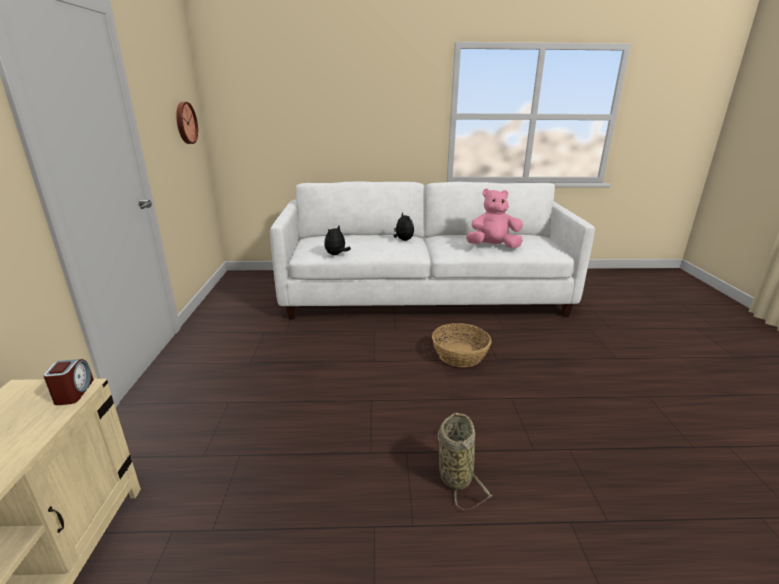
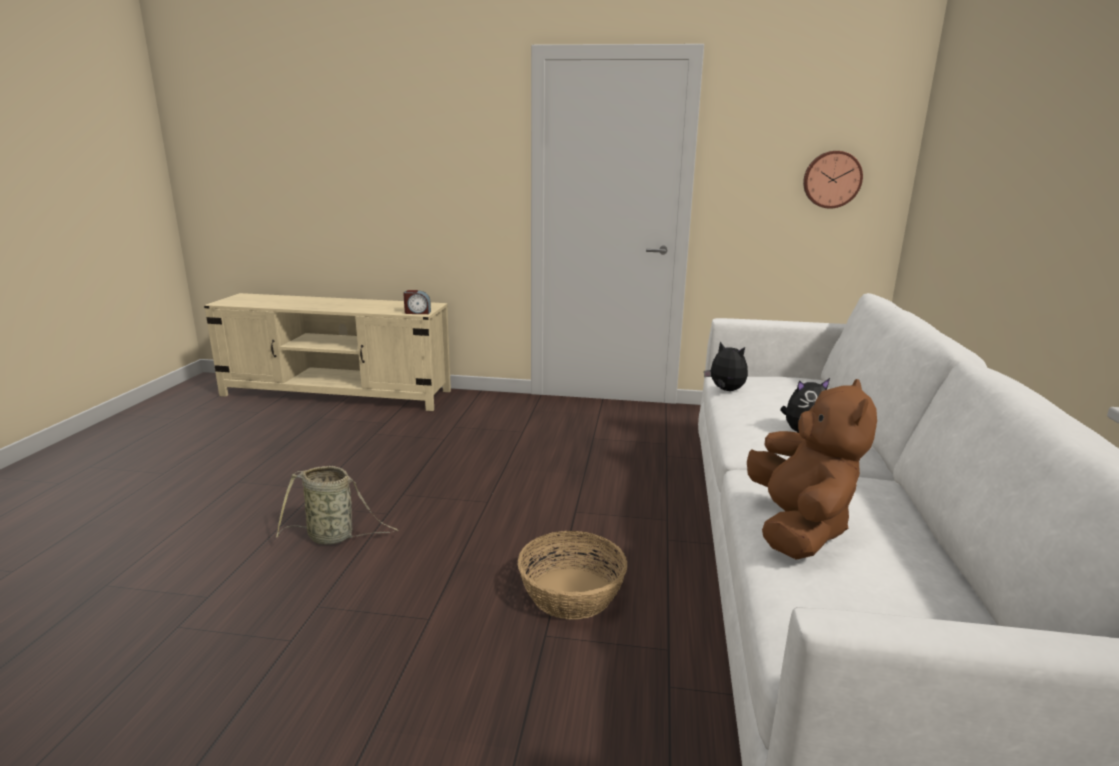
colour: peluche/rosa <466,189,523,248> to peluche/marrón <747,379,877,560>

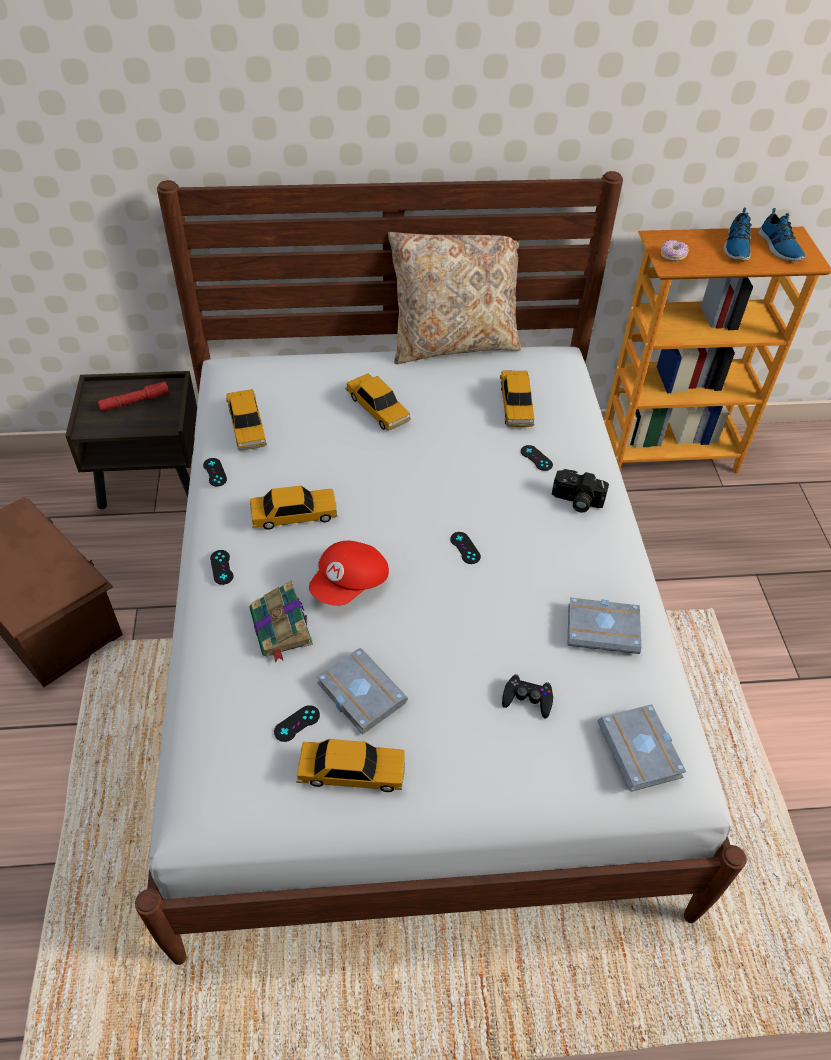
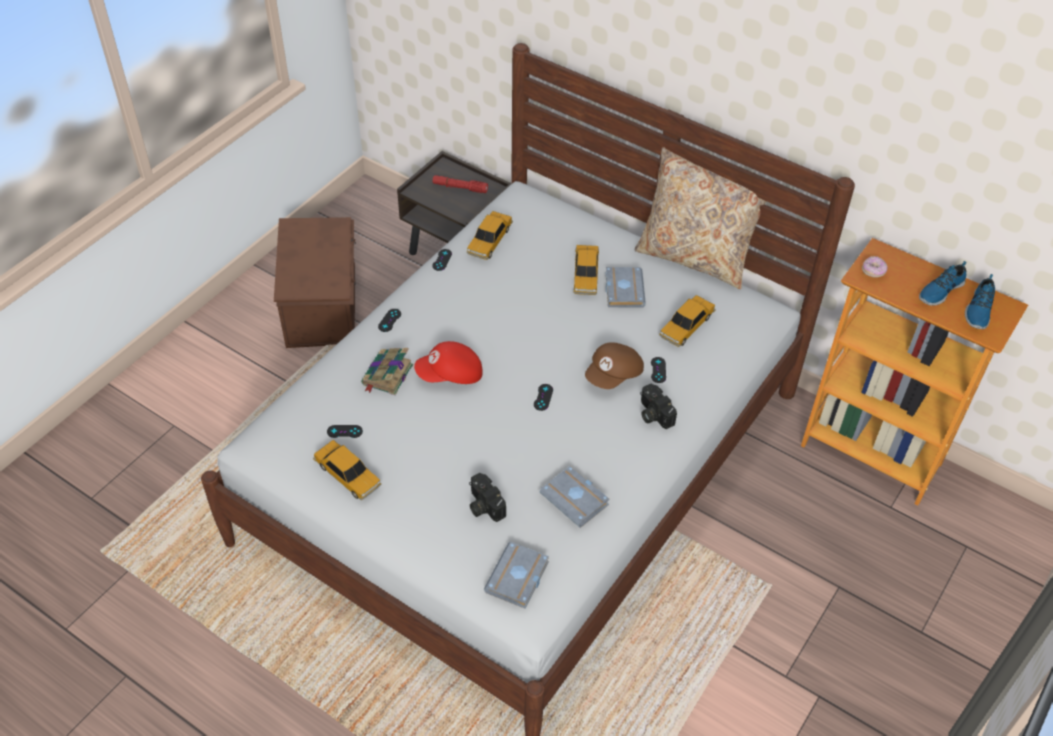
missing: coche de juguete <250,486,337,530>
appeared: gorra/marrón <585,342,644,389>
relocated: libro/gris <317,648,408,735> to <606,267,646,308>
exchanged: mando de consola/negro <502,674,553,718> to cámara <469,473,506,522>

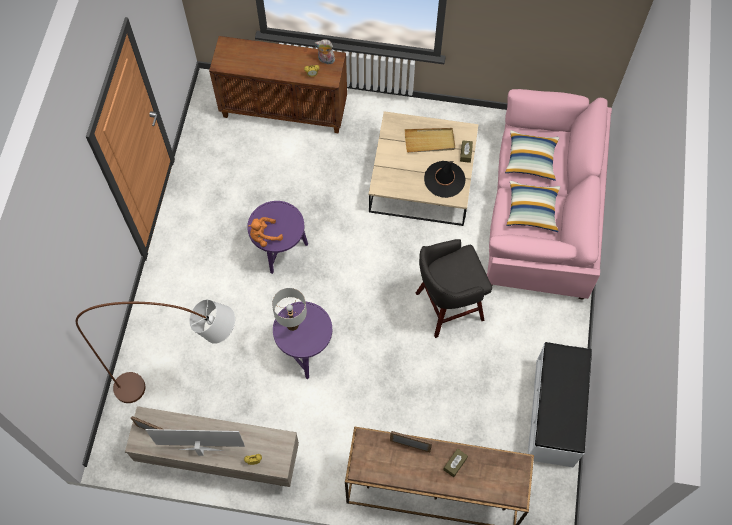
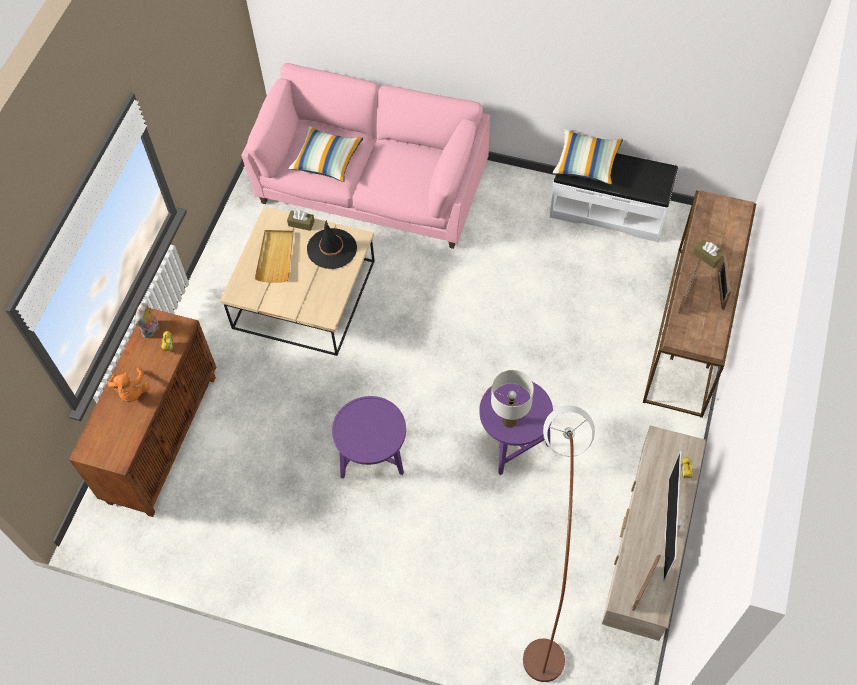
missing: taburete/gris <416,239,492,338>
appeared: portarretratos <717,252,731,310>
relocated: cojín <506,181,560,232> to <553,129,623,185>; peluche/naranja <248,217,283,247> to <108,368,150,402>

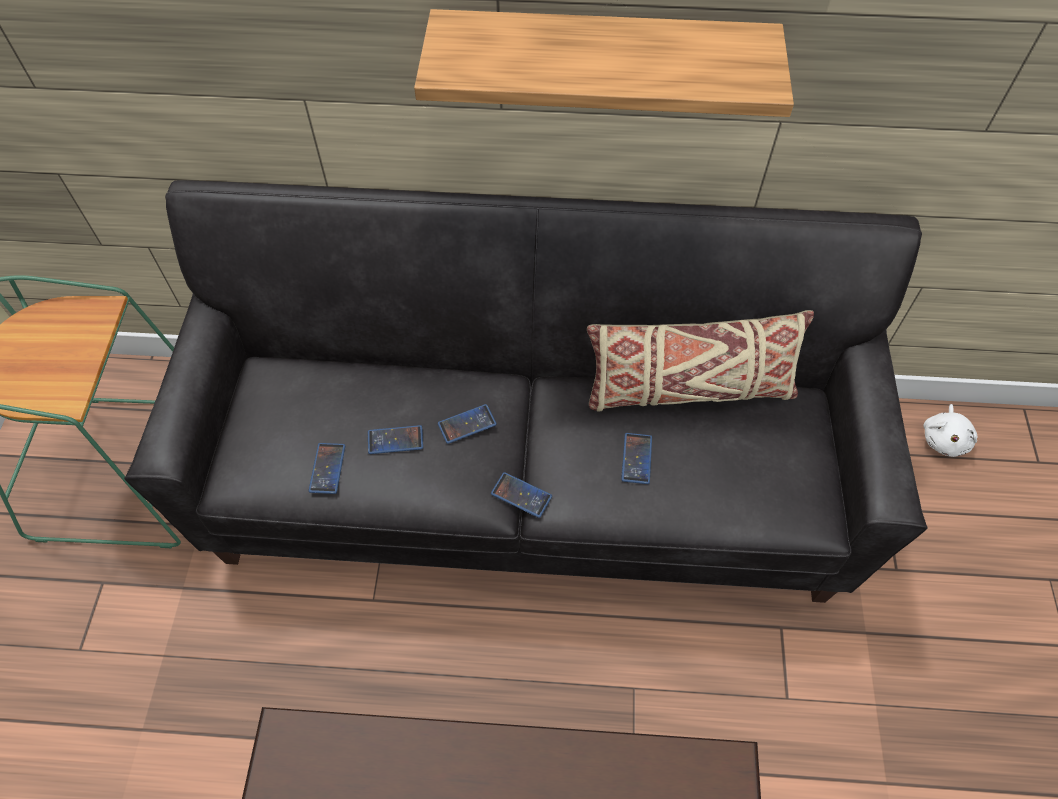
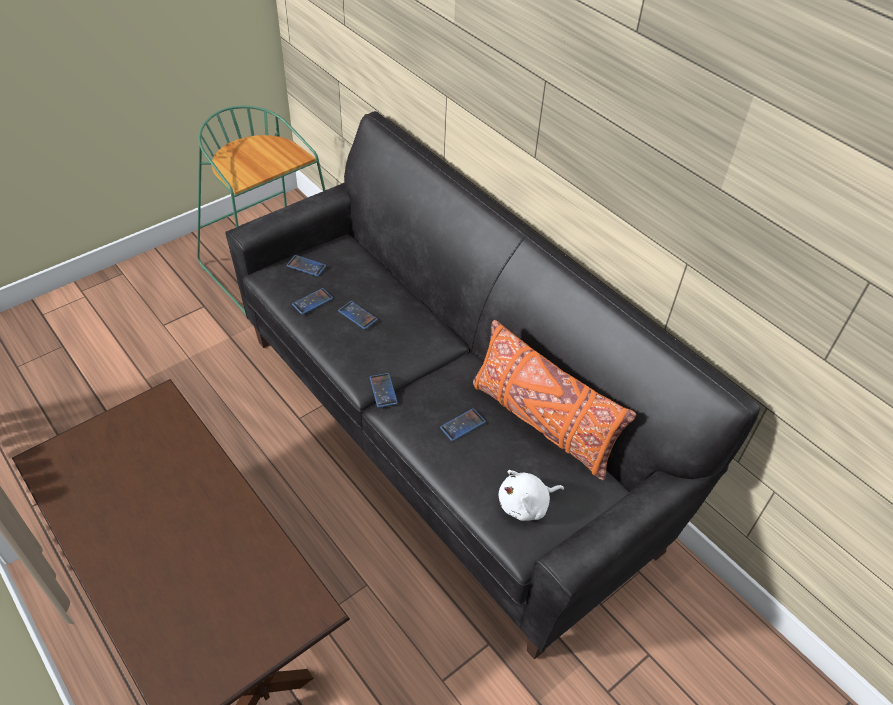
missing: estante <414,9,794,117>
relocated: móvil <438,404,497,444> to <286,255,326,277>; peluche/blanco <923,404,978,457> to <499,470,564,521>
colour: cojín/beis <587,310,814,412> to cojín/naranja <473,320,636,481>

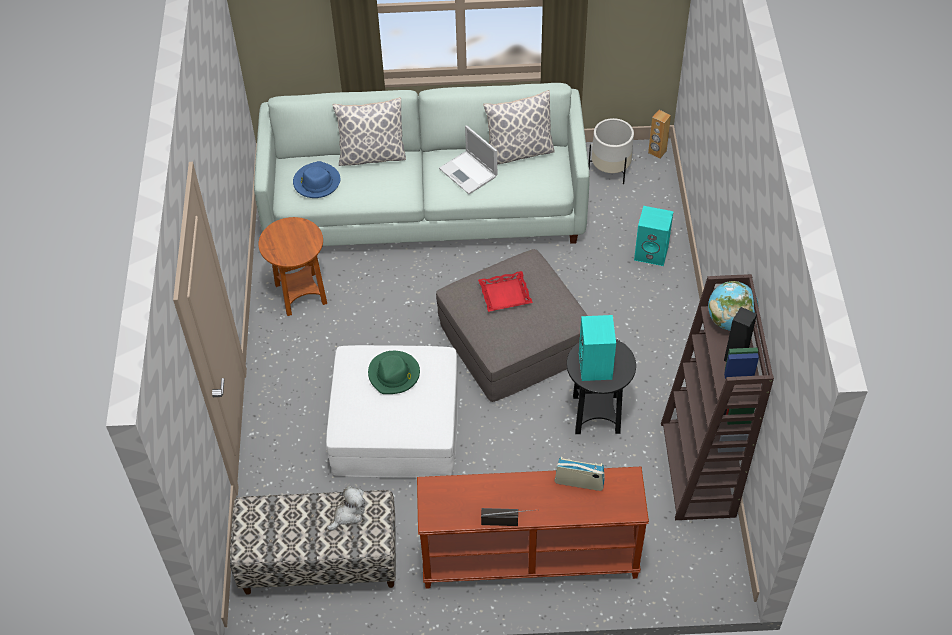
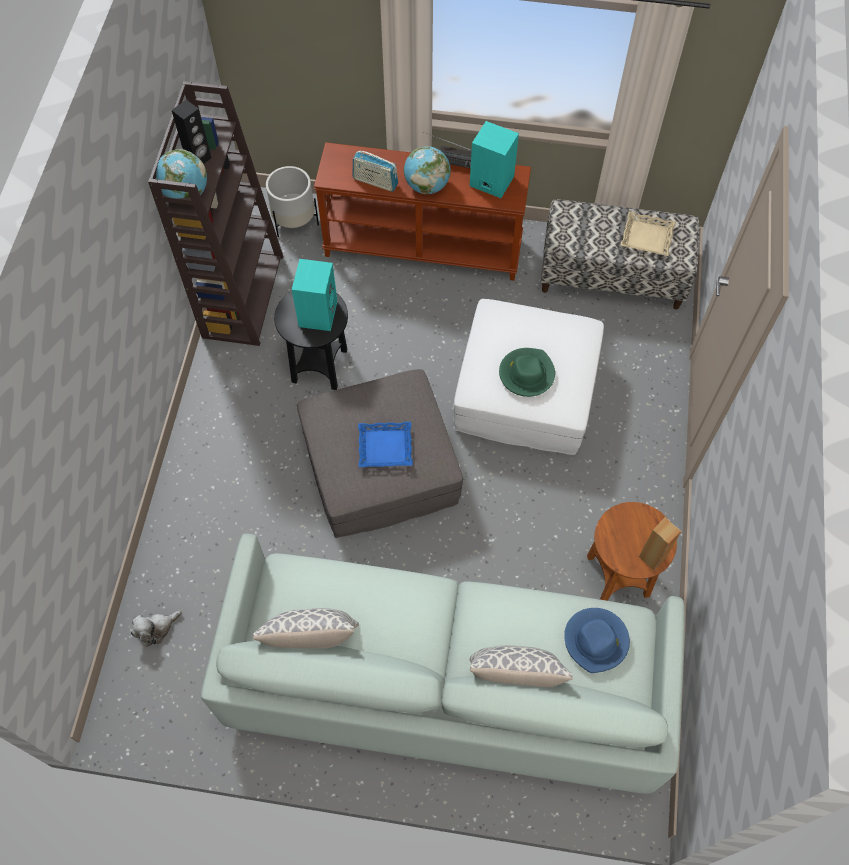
missing: portátil <439,125,497,194>
appeared: globo terráqueo <404,146,451,194>; bandeja/beis <621,211,676,256>
relocated: altavoz/marrón <648,110,671,159> to <639,517,681,570>; maceta/blanco <589,118,634,184> to <266,166,319,238>; altavoz/turquesa <634,206,674,266> to <470,121,519,198>; peluche <327,486,365,531> to <131,611,182,647>
colour: bandeja/rojo <478,271,533,312> to bandeja/azul <358,422,413,467>

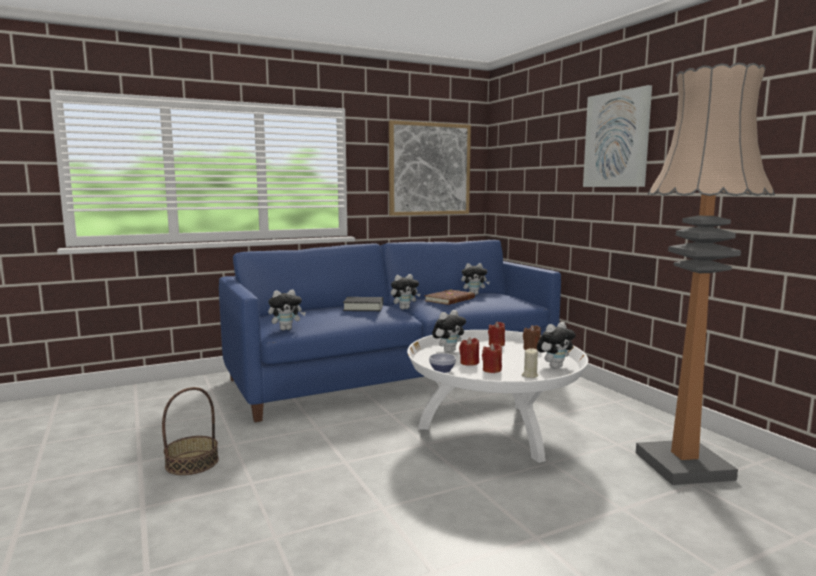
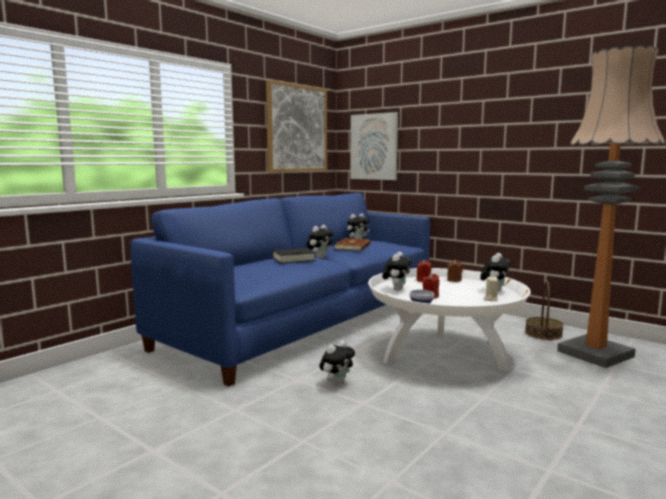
missing: vela/rojo <482,343,502,373>
relocated: cuadro <583,85,652,187> to <350,112,398,180>; peluche <268,290,306,331> to <320,340,355,386>; cesta <162,387,219,475> to <525,280,564,340>

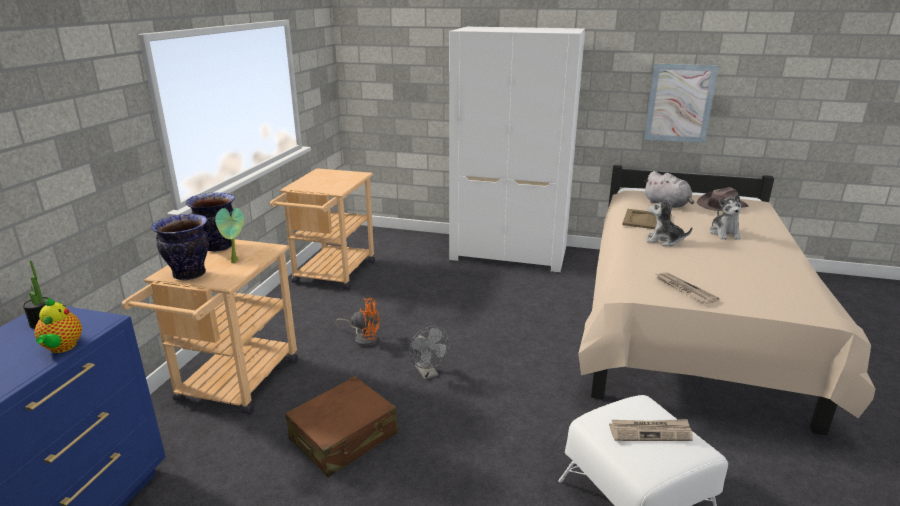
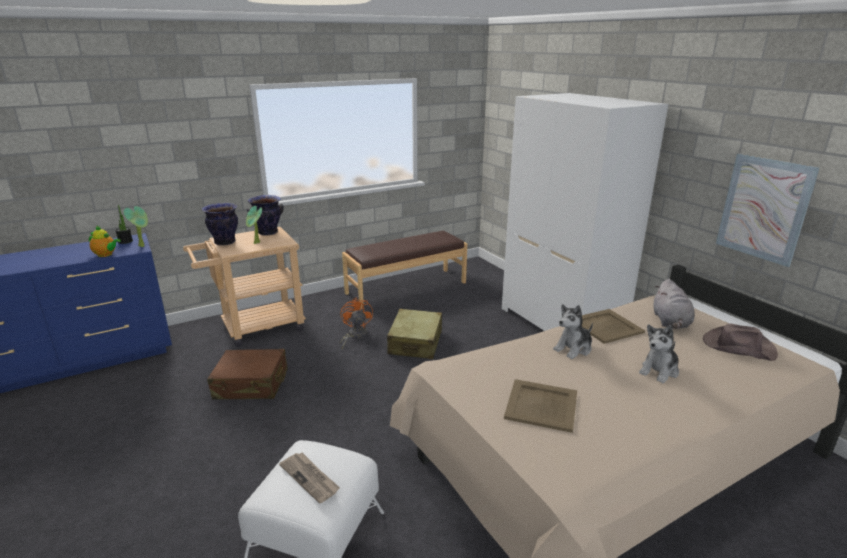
missing: periódico <656,272,719,304>; ventilador/gris <409,326,450,379>
appeared: planta en maceta <124,206,148,247>; maleta/beis <387,309,442,359>; bandeja/beis <504,379,577,433>
exchanged: carrito/beis <270,168,375,290> to banco/marrón <342,231,467,309>
spun: peluche <647,198,692,246> = <553,304,593,359> 105 degrees counterclockwise; tetera <35,298,82,353> = <89,226,121,257> 105 degrees counterclockwise; ventilador/naranja <335,298,380,347> = <340,297,373,349> 150 degrees counterclockwise

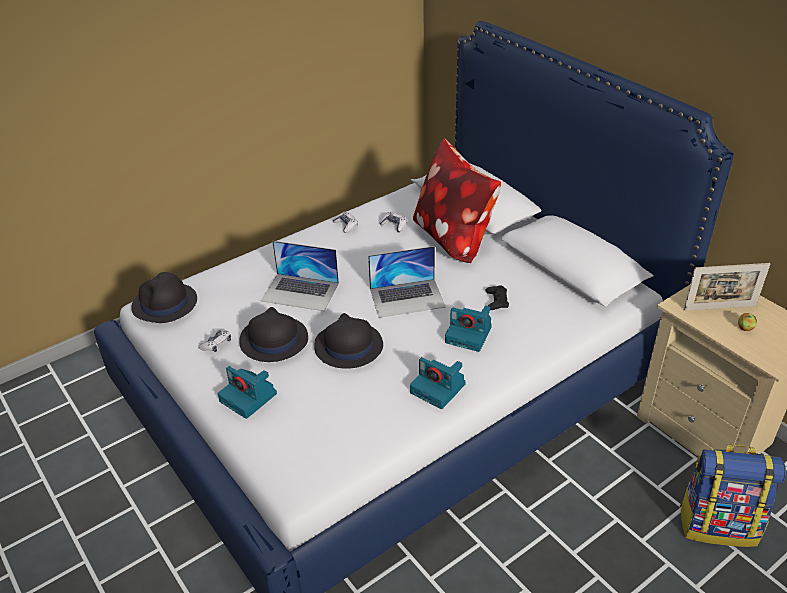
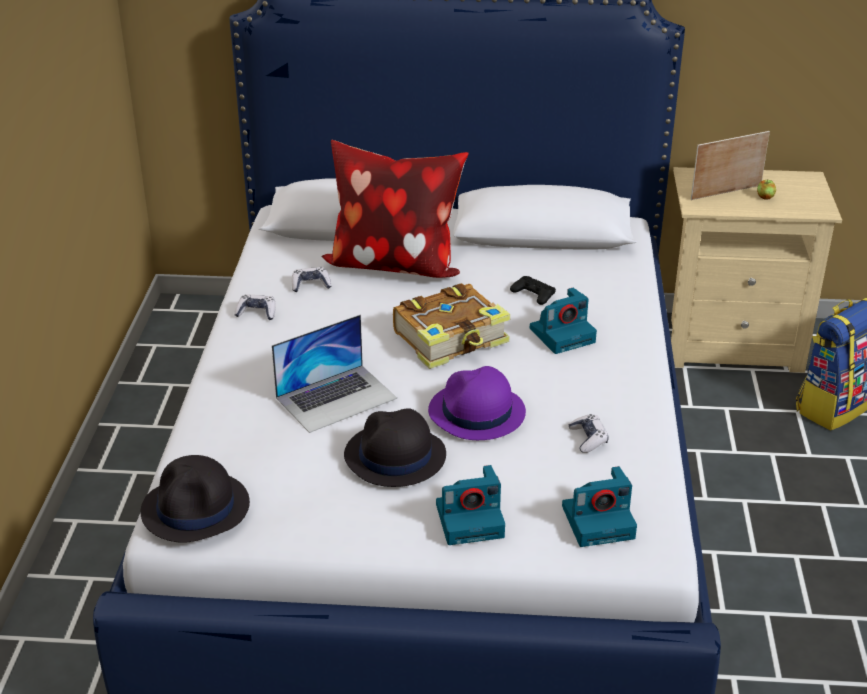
relocated: mando de consola <198,330,231,352> to <568,414,609,453>; cámara <410,357,466,409> to <562,466,637,547>
exchanged: portátil <368,246,446,318> to libro <393,283,510,369>
colour: sombrero/negro <314,313,383,369> to sombrero/morado <428,366,526,440>
spun: portarretratos <684,263,771,311> = <691,131,770,200> 150 degrees counterclockwise

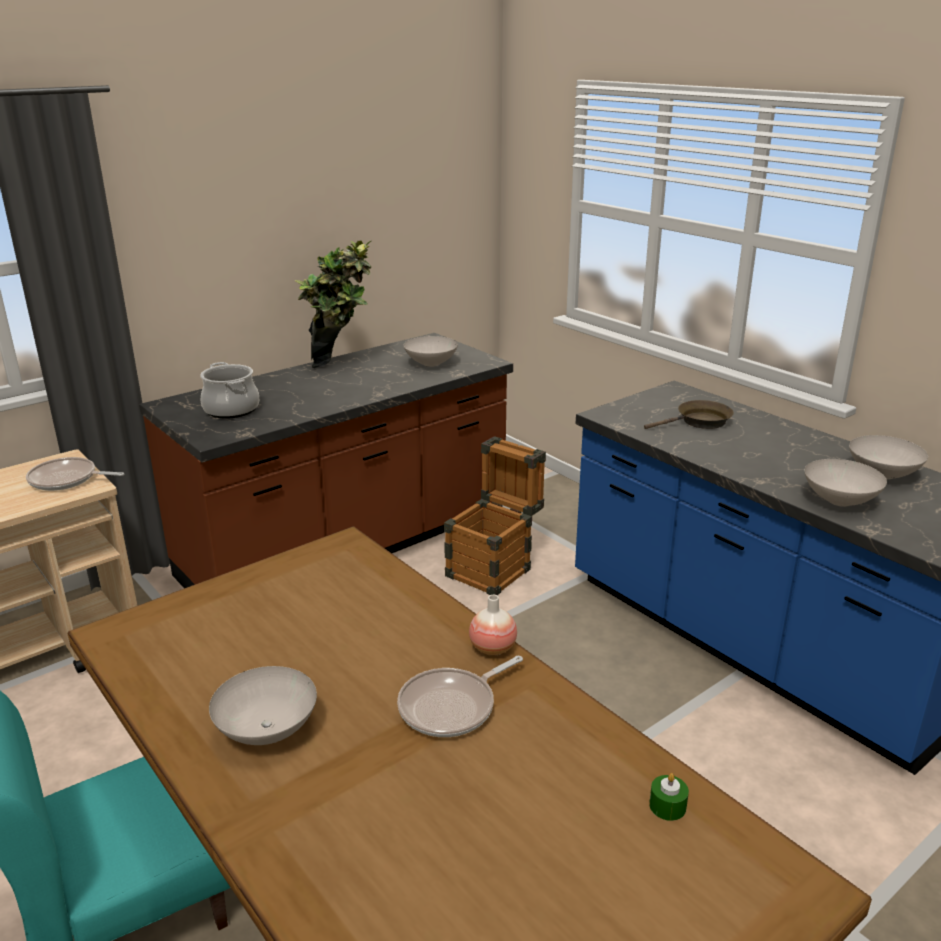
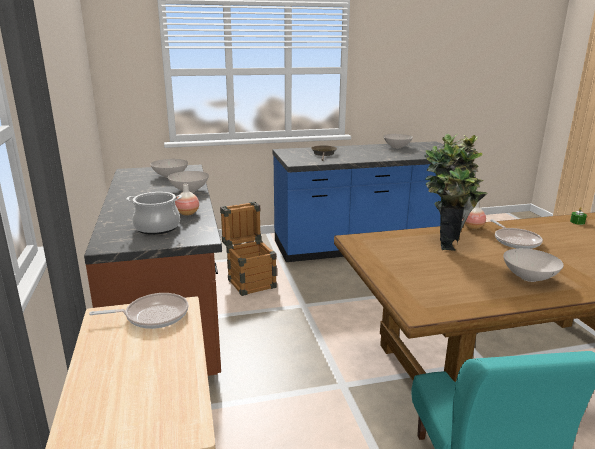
appeared: florero <175,184,199,216>
relocated: planta en maceta <295,241,371,368> to <424,133,488,251>; cuenco/blanco <804,459,887,507> to <168,171,209,192>
spun: sartén <26,457,124,491> = <89,293,188,329> 135 degrees counterclockwise

